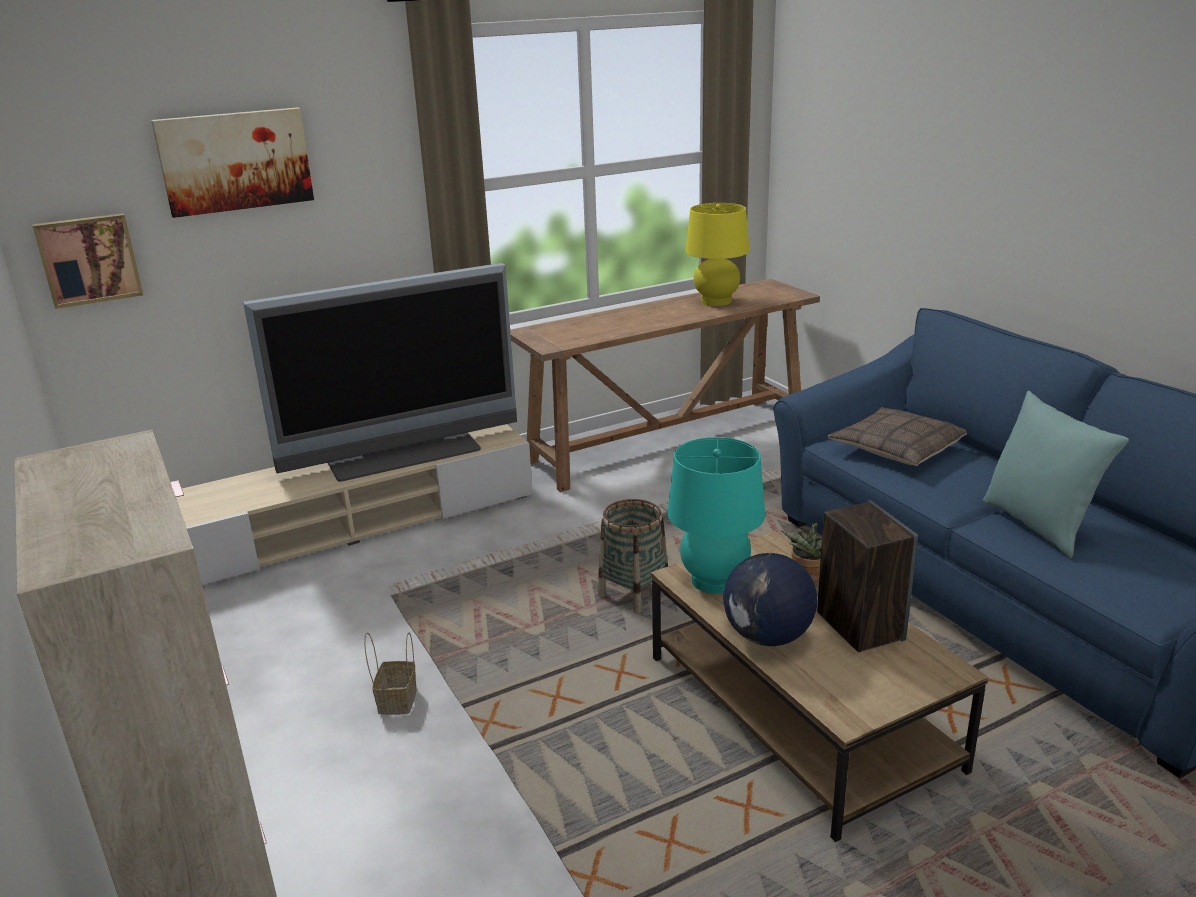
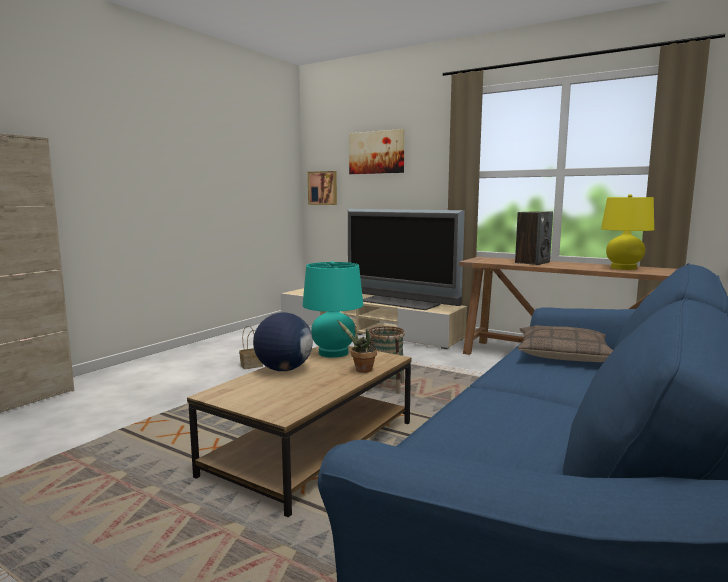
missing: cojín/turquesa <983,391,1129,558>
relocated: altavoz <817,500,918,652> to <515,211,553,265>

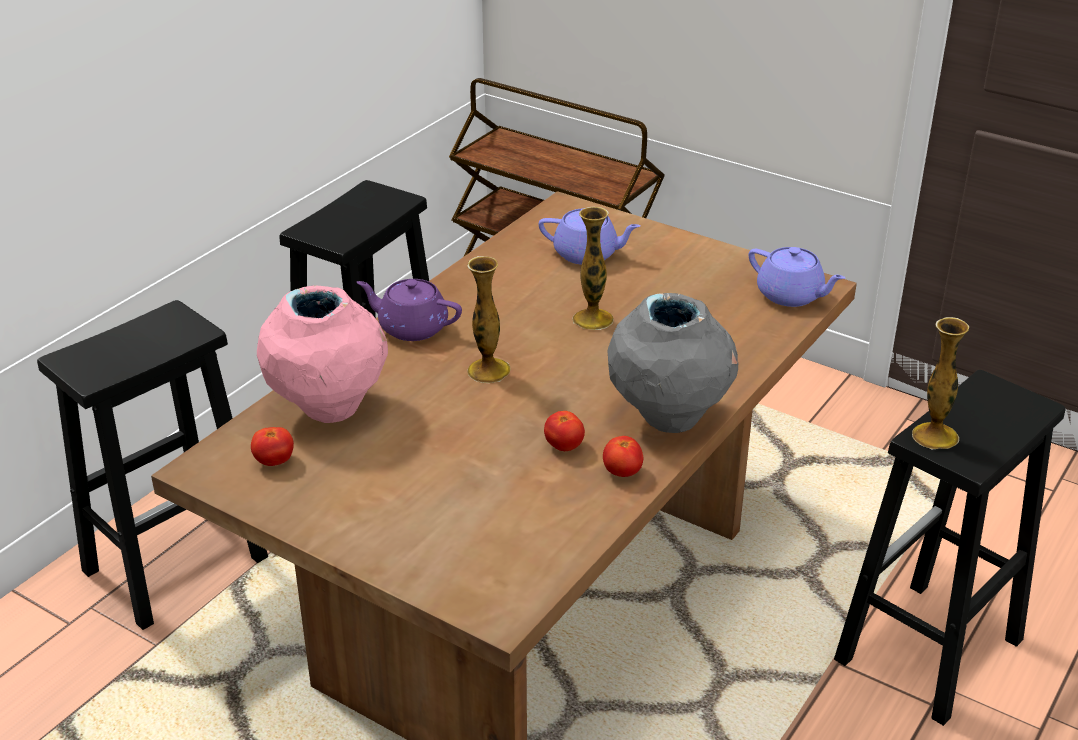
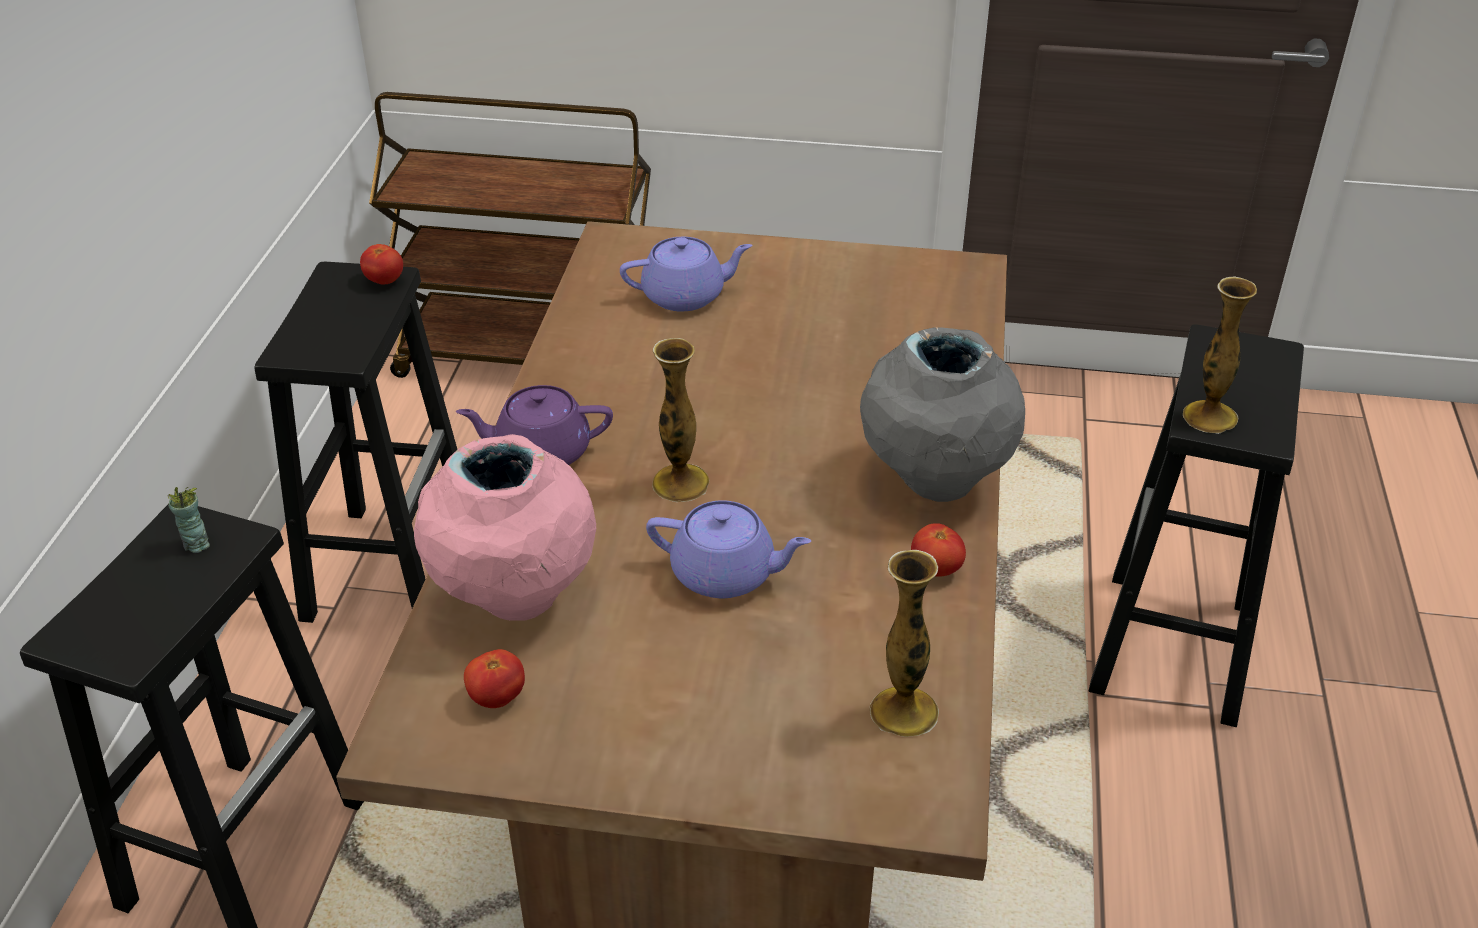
appeared: taza <167,487,210,553>
relocated: florero <573,207,614,330> to <870,550,939,737>; tetera/morado <749,247,845,307> to <646,500,811,598>; tomate <544,411,585,451> to <360,244,403,284>

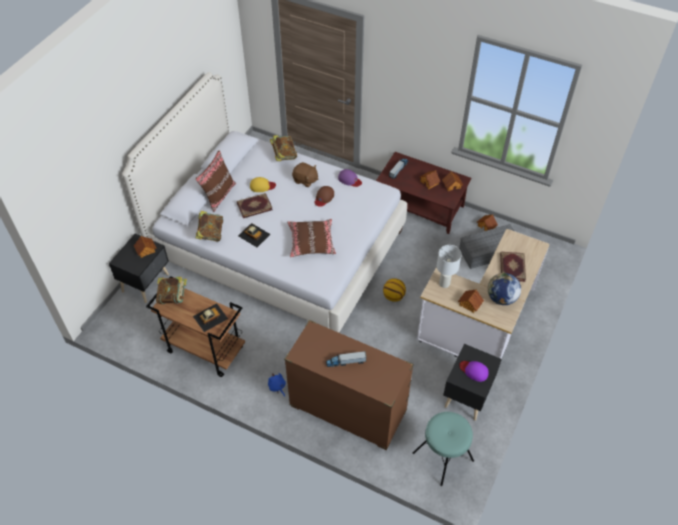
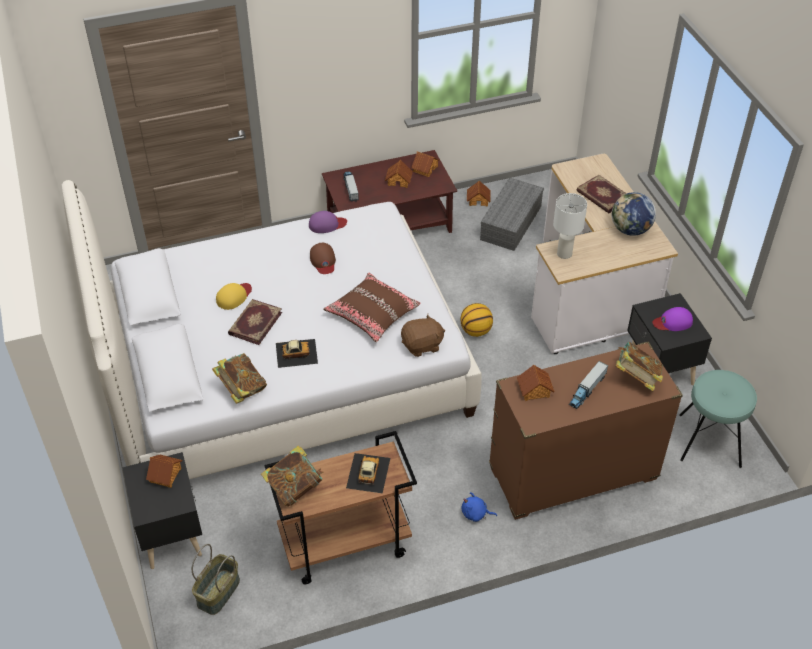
missing: cojín/marrón <195,150,236,212>
appeared: cesta <192,544,240,615>
relocated: libro <270,135,297,161> to <616,342,663,391>; peluche/marrón <292,162,318,187> to <401,314,445,357>; casita <458,290,484,313> to <517,365,555,401>

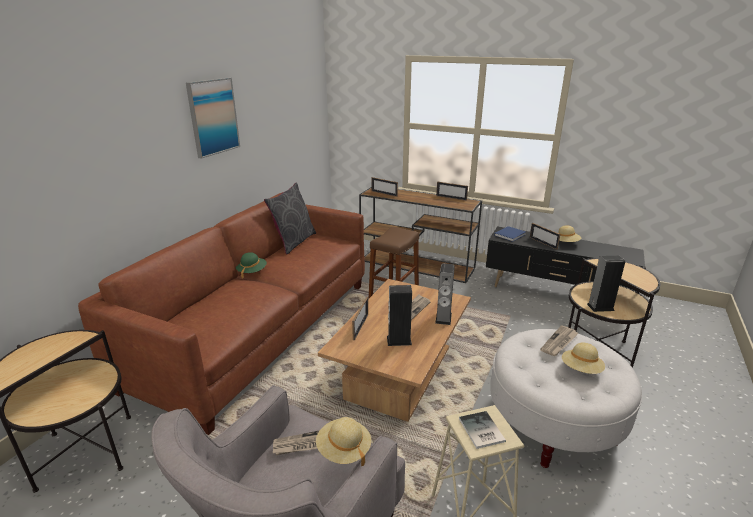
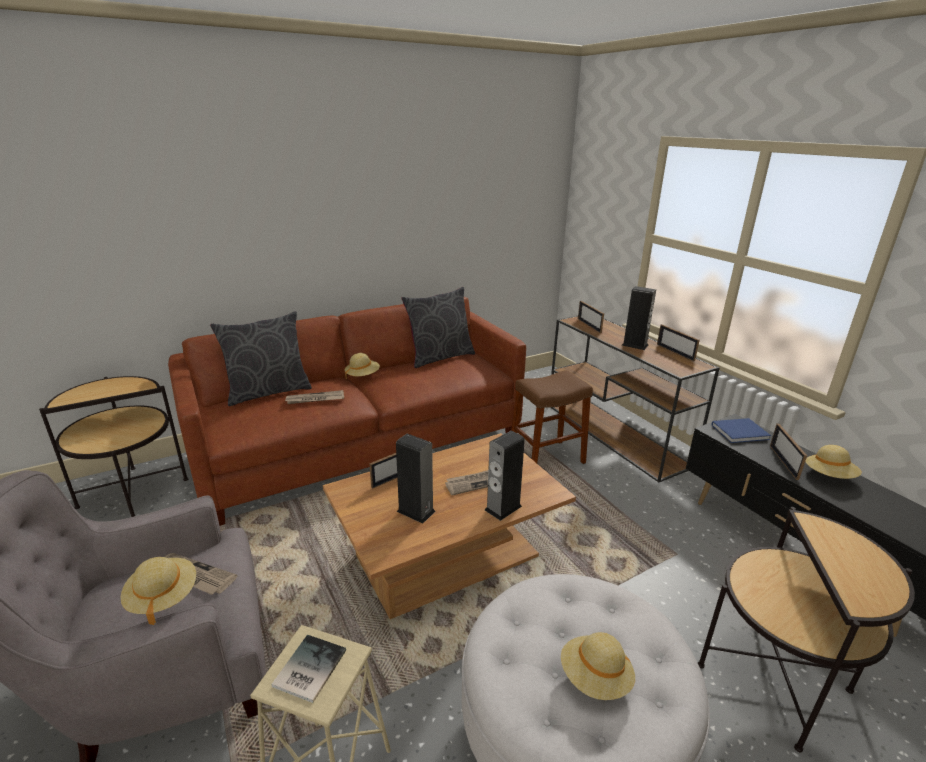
missing: cuadro <186,78,240,159>
appeared: cojín/gris <210,311,312,406>
relocated: altavoz <587,256,625,312> to <622,286,656,350>; periódico <540,325,578,356> to <285,390,344,404>
colour: sombrero/verde <236,252,267,278> to sombrero/beis <345,353,380,379>

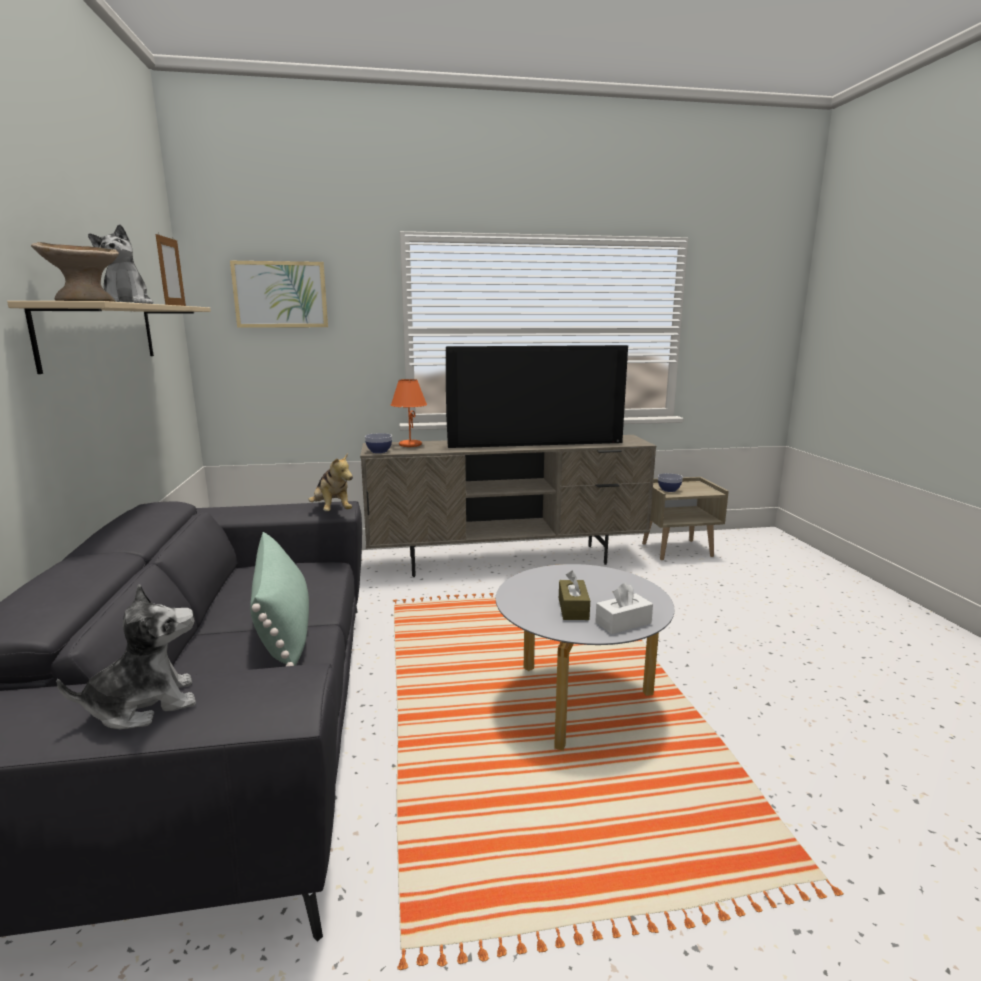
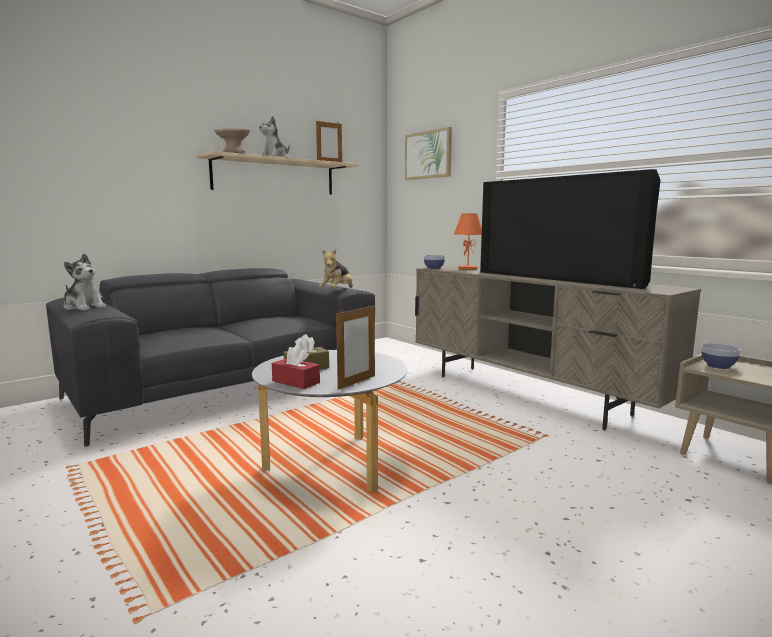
missing: cojín/verde <250,532,309,666>
appeared: portarretratos <336,304,375,390>
colour: caja de pañuelos/blanco <595,583,653,634> to caja de pañuelos/rojo <272,345,320,389>

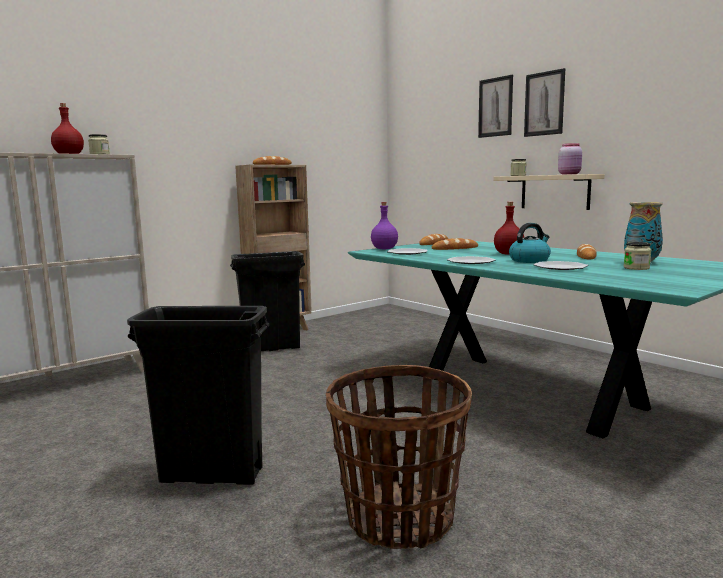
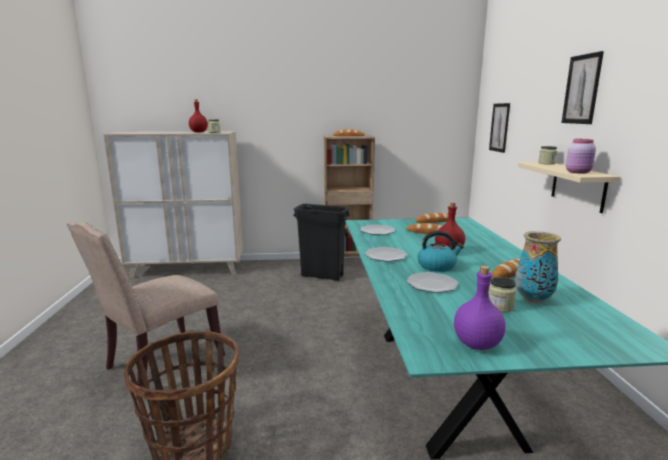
relocated: cuadro <478,75,513,138> to <489,103,510,153>; botella/morado <371,202,398,249> to <454,266,505,350>
exchanged: papelera/negro <127,306,270,485> to silla/beis <67,221,225,387>

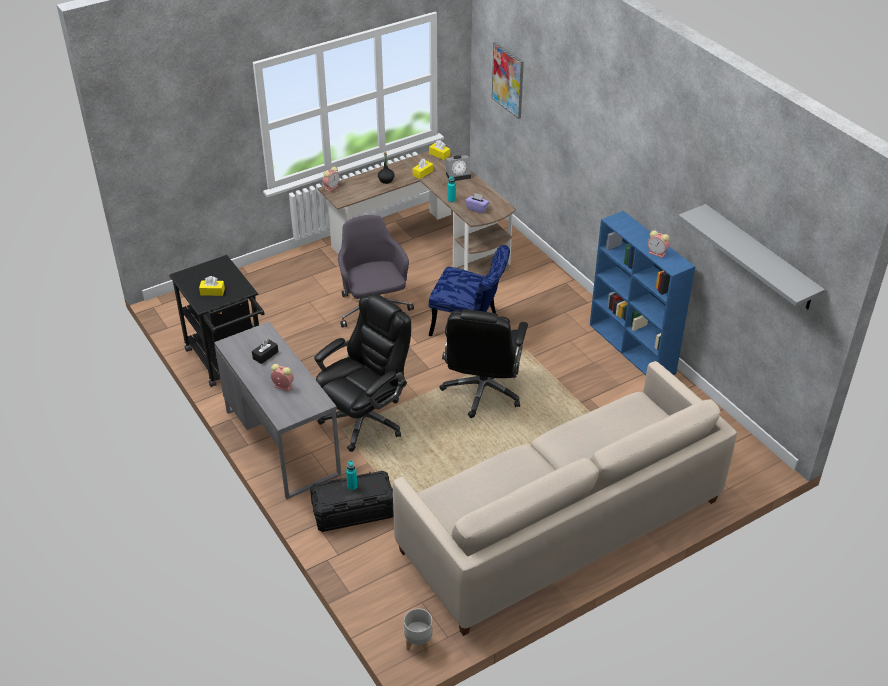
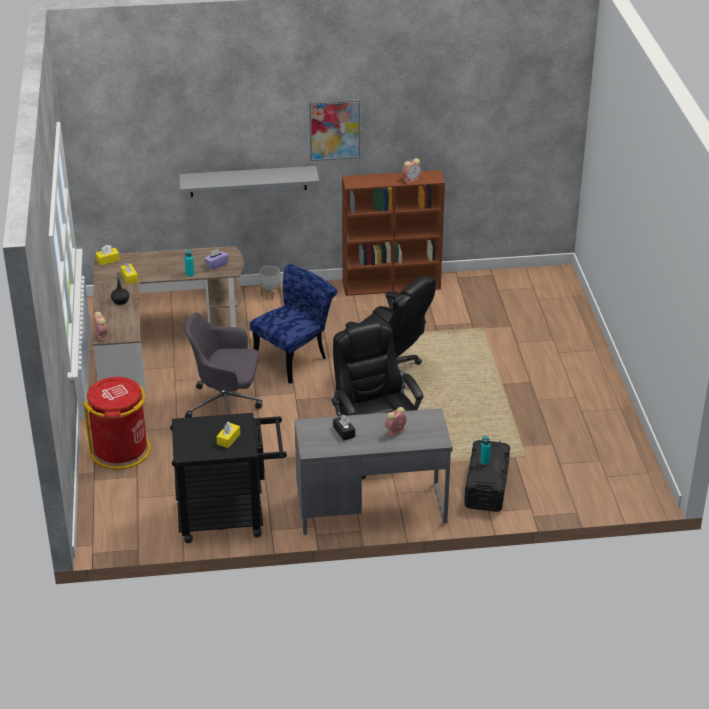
missing: despertador <445,155,471,181>; sofá/beis <393,361,737,636>
appeared: papelera/rojo <83,377,151,469>
relocated: cuadro <492,42,524,119> to <309,99,360,161>; estante/gris <678,204,825,309> to <179,166,319,197>; maceta/gris <404,609,432,653> to <260,266,281,300>
colour: estantería/azul <590,211,695,375> to estantería/marrón <342,170,445,296>

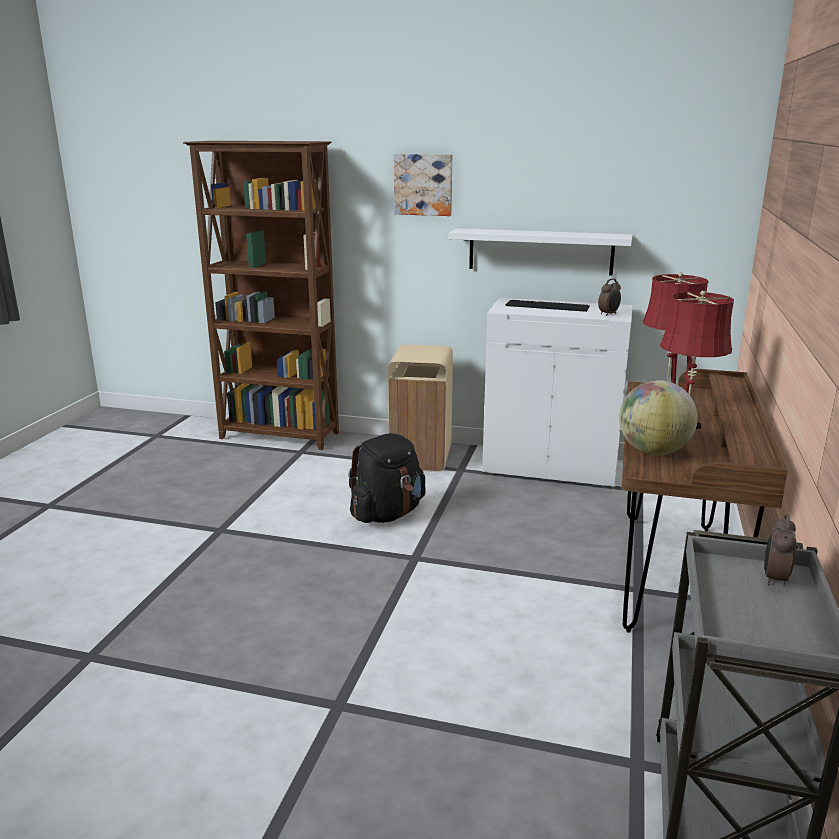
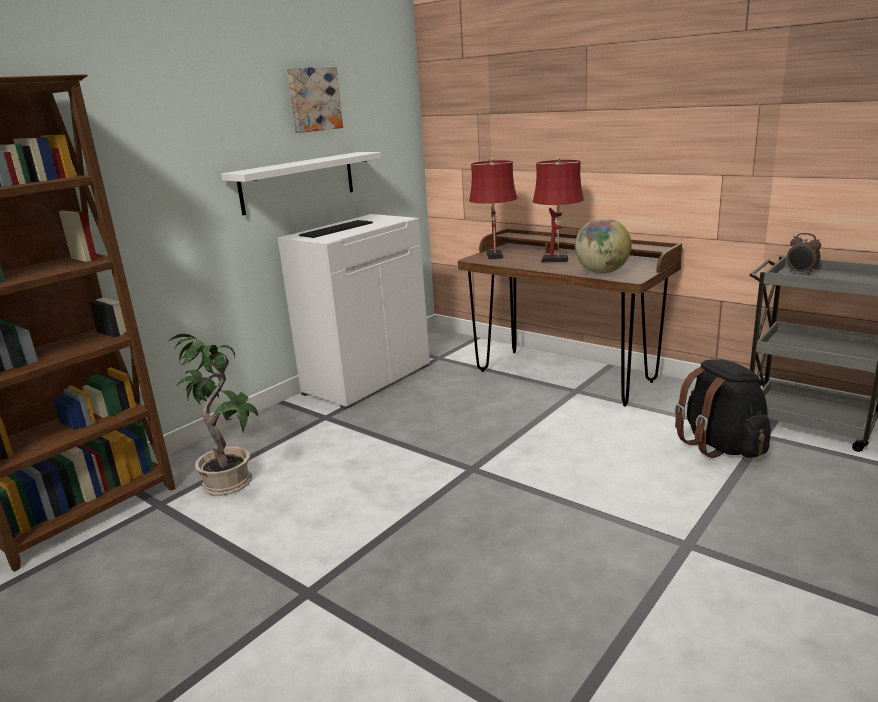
missing: despertador <598,278,621,316>; papelera/beis <388,345,453,472>
appeared: planta en maceta <169,334,258,496>
relocated: cuadro <394,154,452,216> to <287,67,343,133>; mochila/negro <348,433,426,523> to <675,359,771,458>

